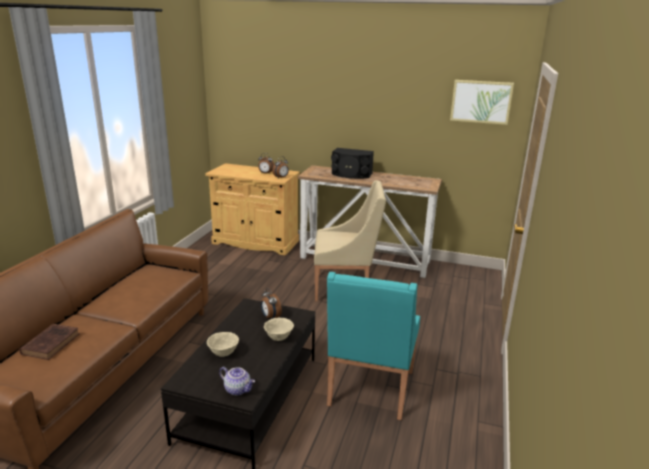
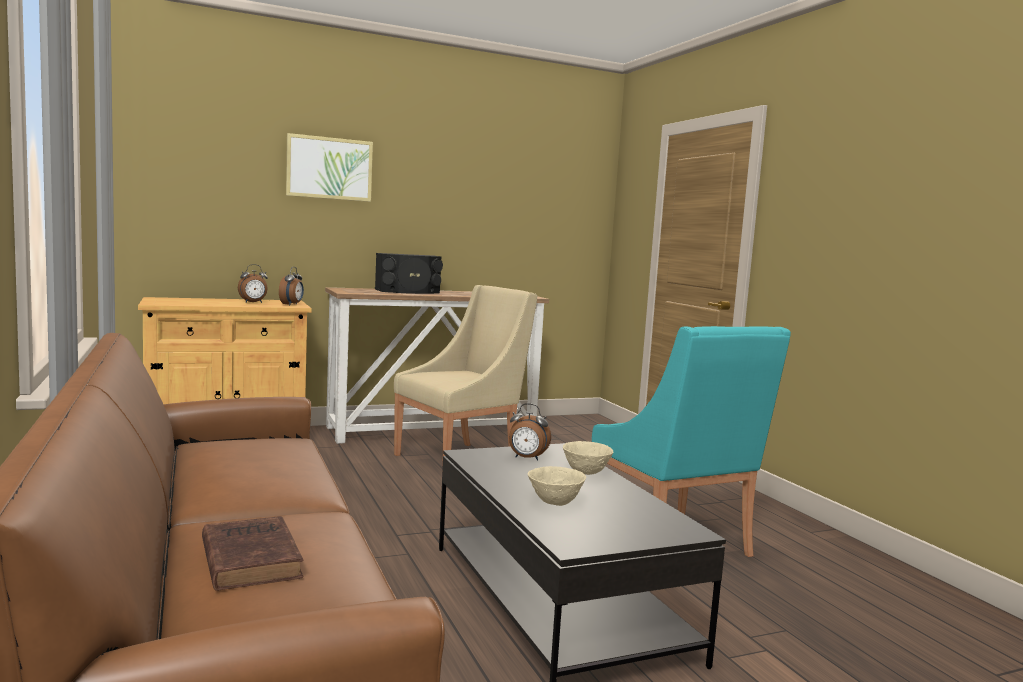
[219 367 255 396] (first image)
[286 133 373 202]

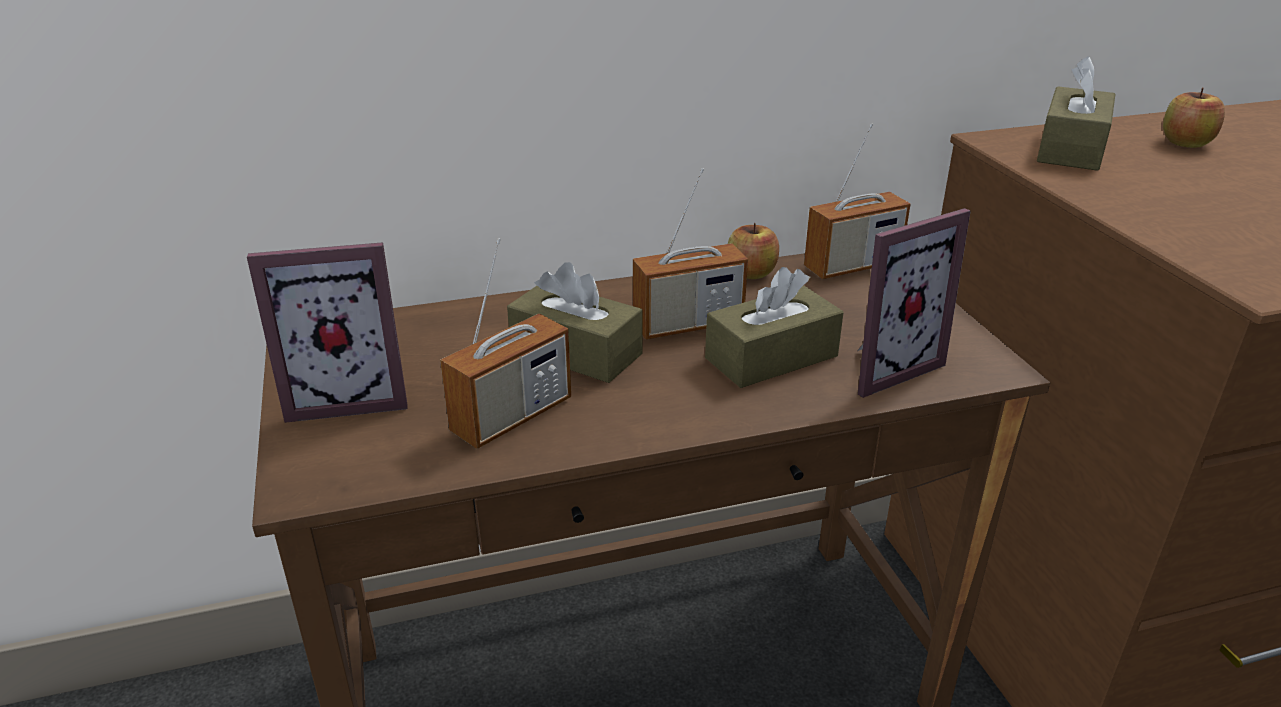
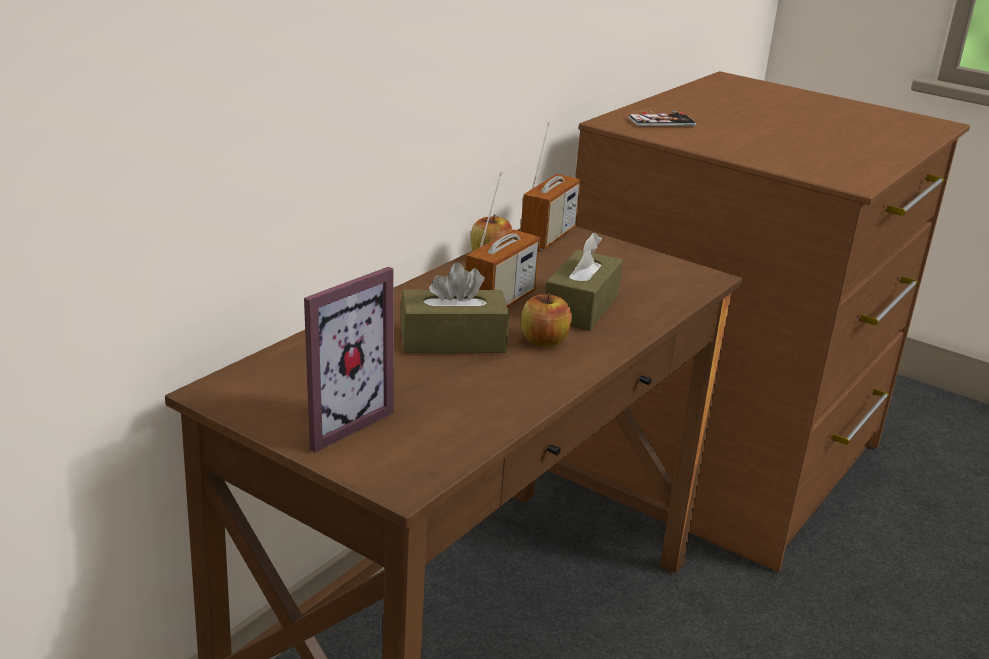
[440 238 571 449] (first image)
[857 208 971 398] (first image)
[628 109 696 126]
[521 293 572 347]

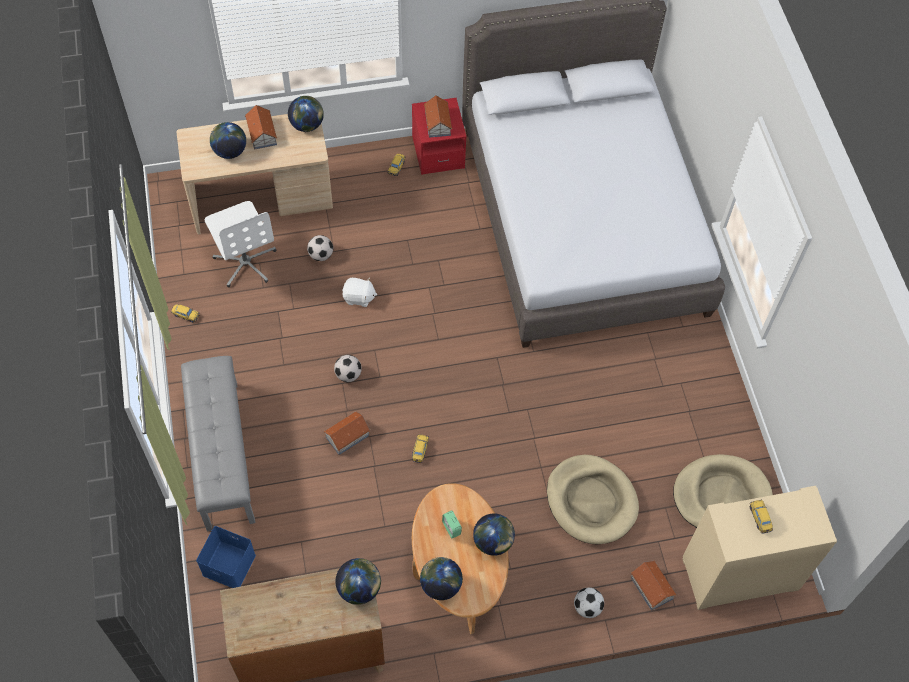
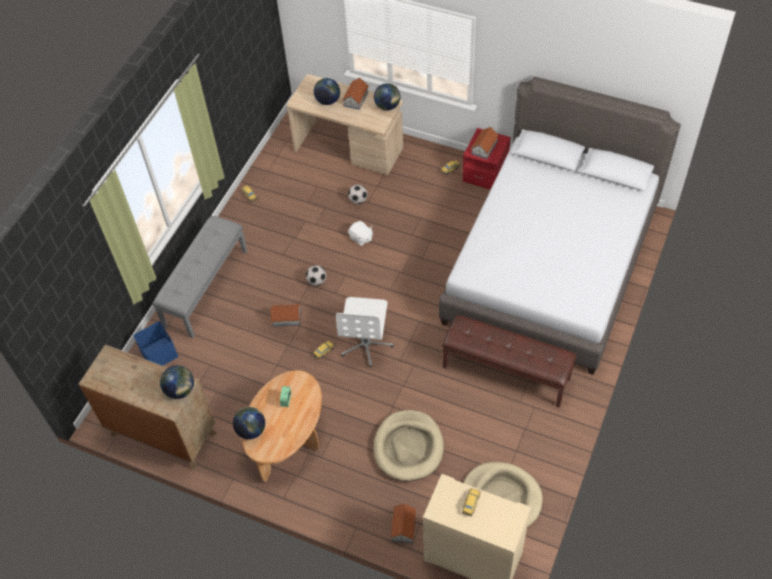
[336 297 394 367]
[473 513 515 556] (first image)
[574 588 604 618] (first image)
[442 315 577 408]

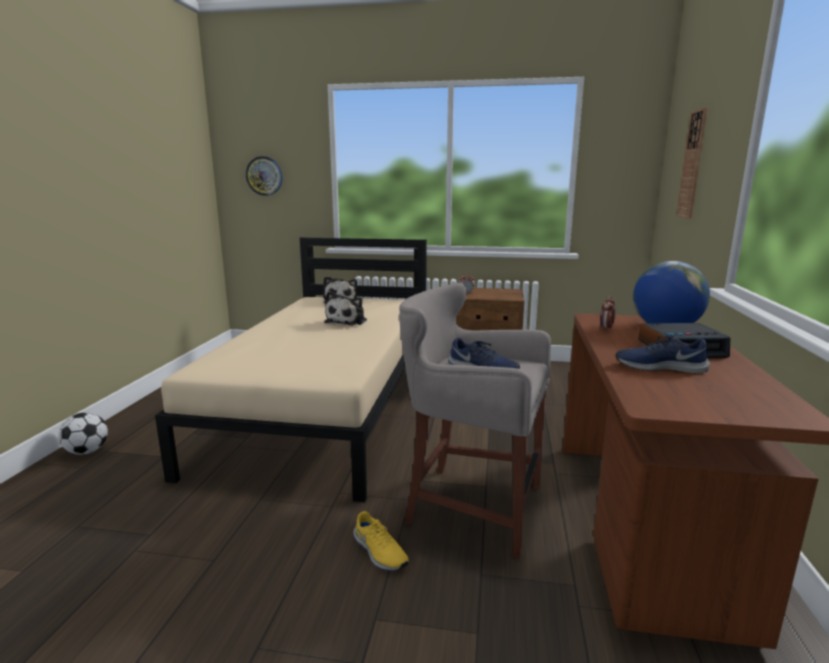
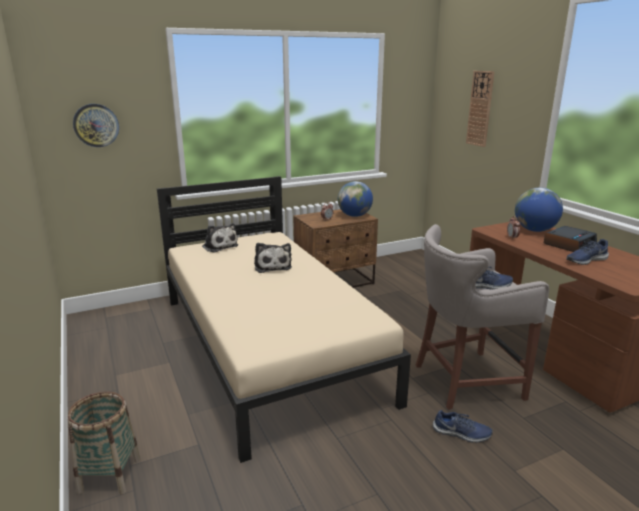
[67 391 141 495]
[433 410 493 442]
[338 181 373 217]

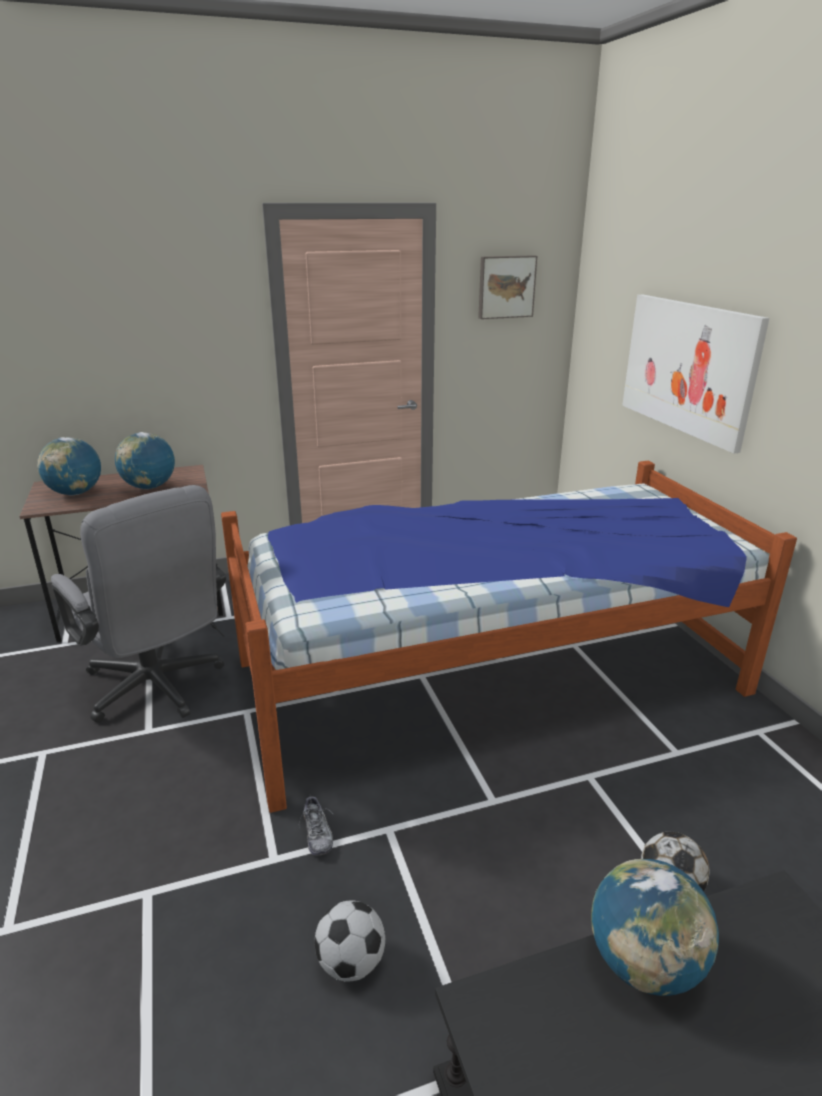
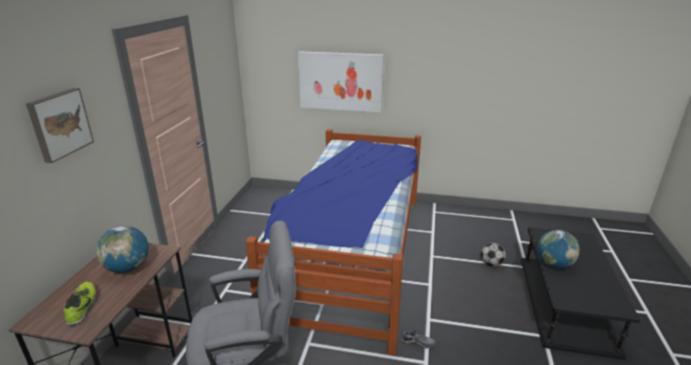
[63 282 96 326]
[315 900 385 981] (first image)
[26 88 94 163]

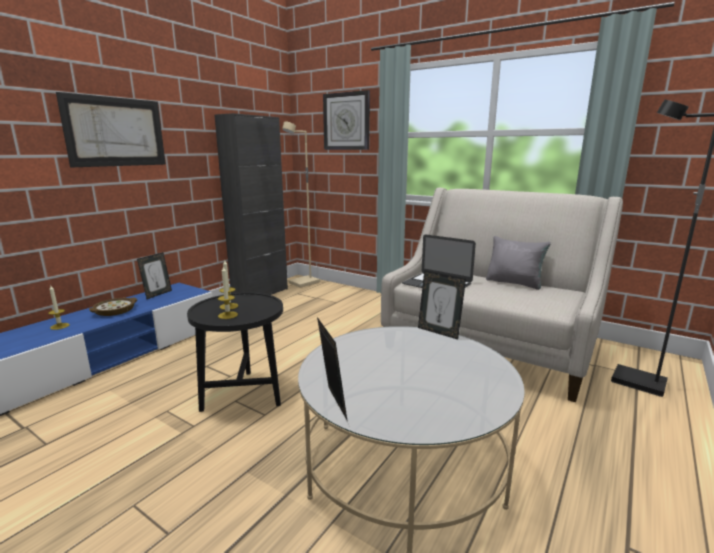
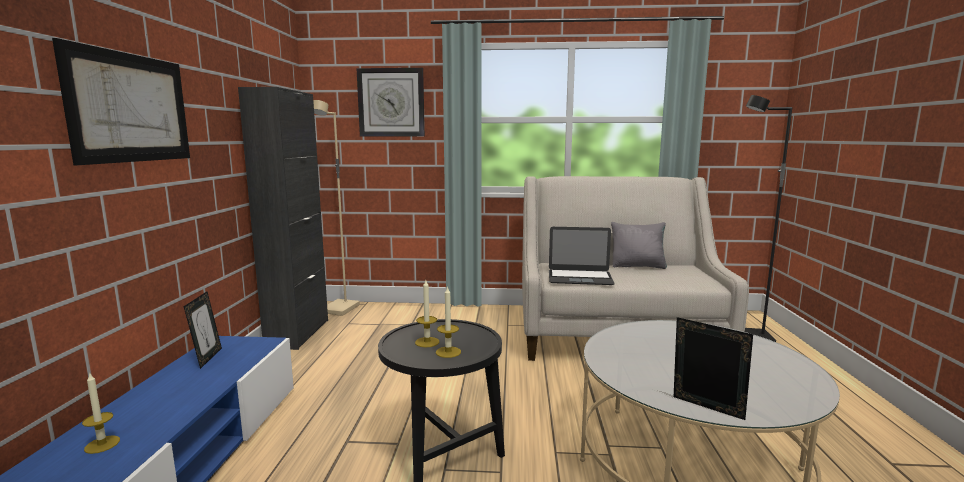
[89 297 137 316] (first image)
[418 270 466 340] (first image)

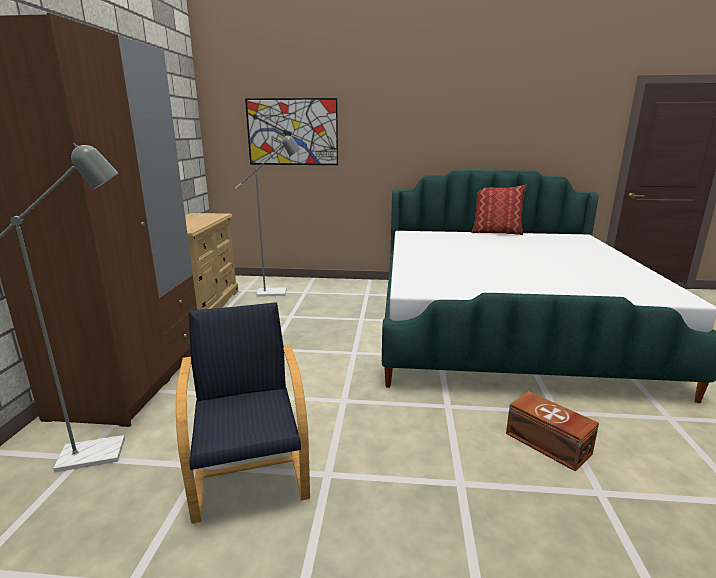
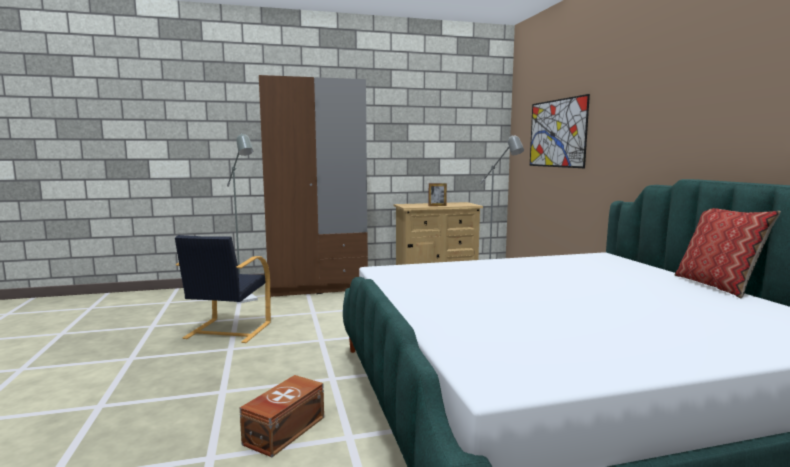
[175 235 271 343]
[428 183 447 206]

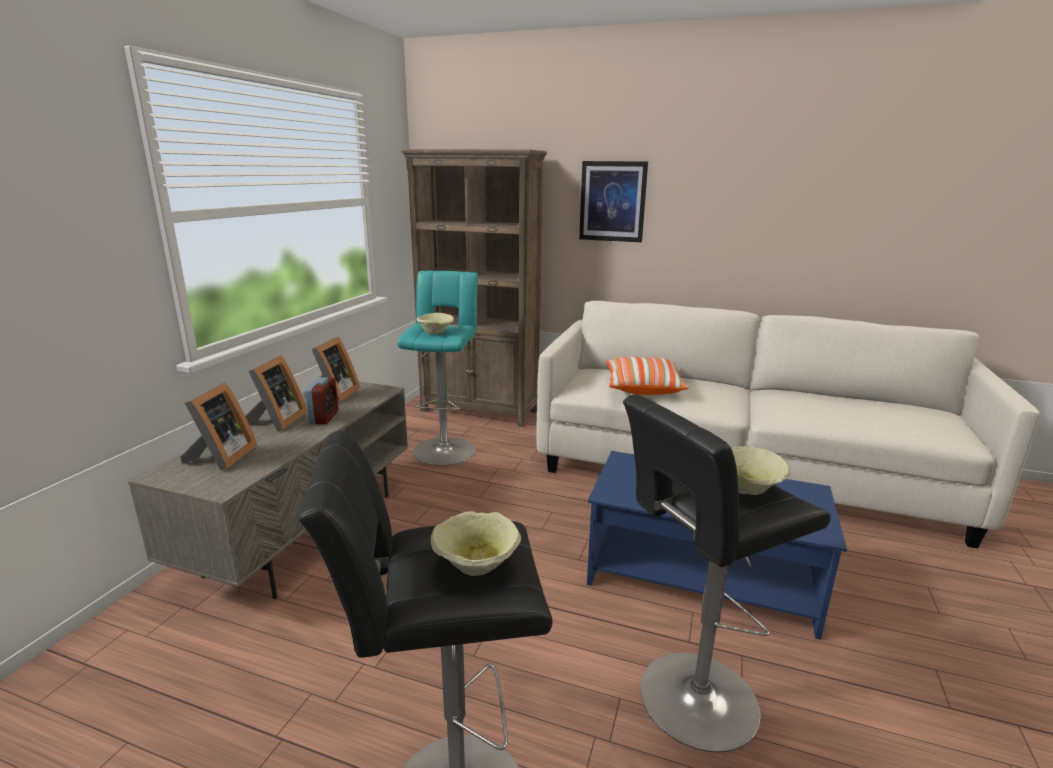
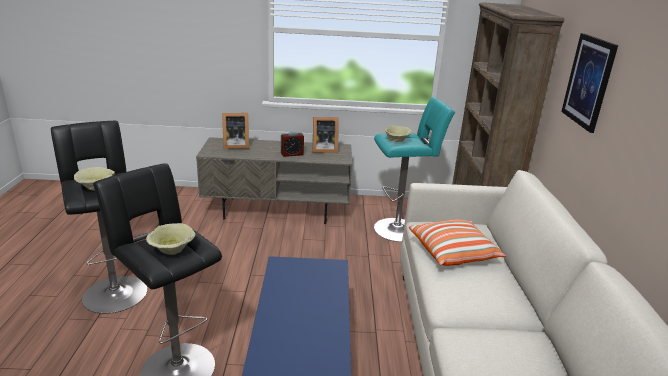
[245 355 307 431] (first image)

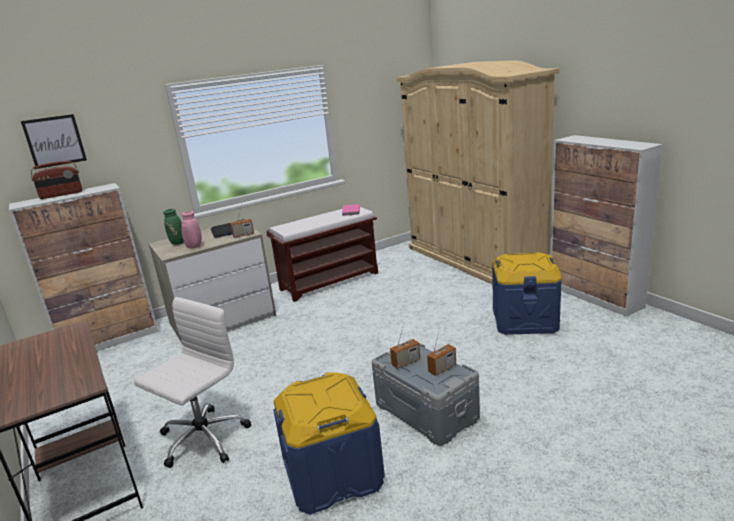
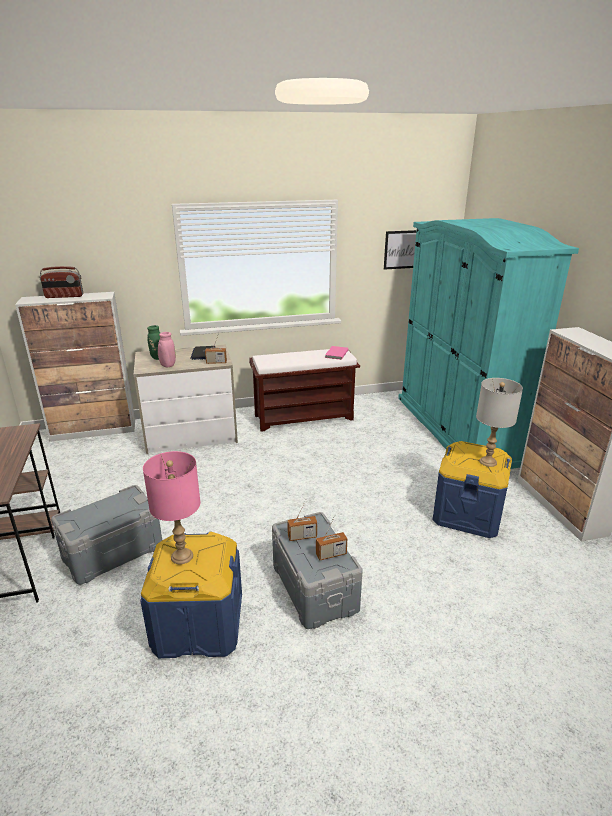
[384 230 417 270]
[51 485 162 585]
[398 218 579 469]
[143 451 201 564]
[476 378 523 467]

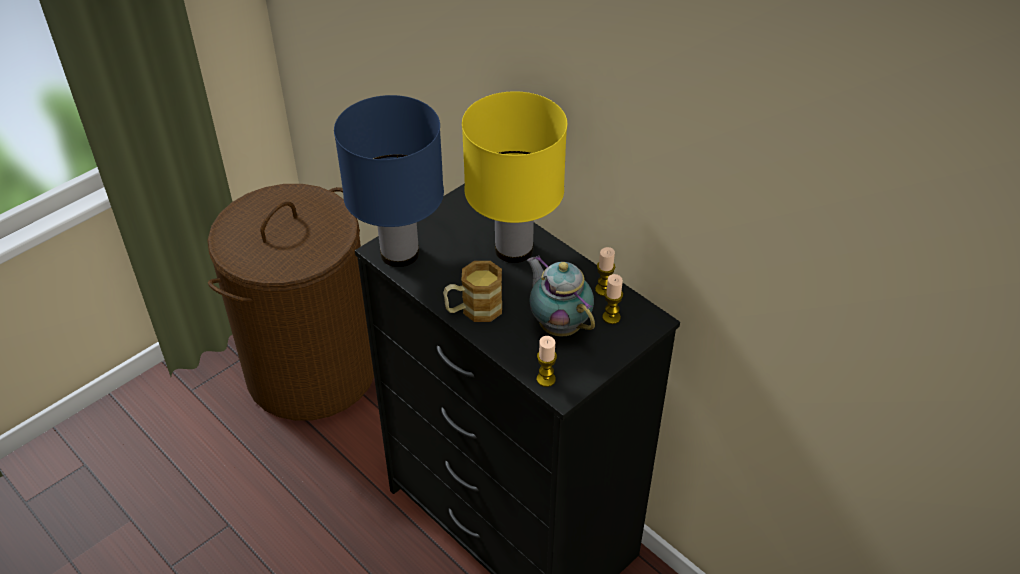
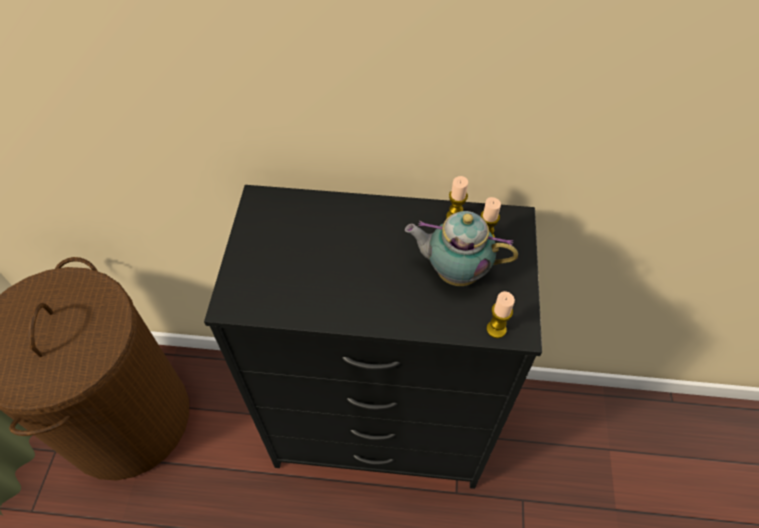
[334 95 444 267] (first image)
[443 261 502 322] (first image)
[462 91 567 263] (first image)

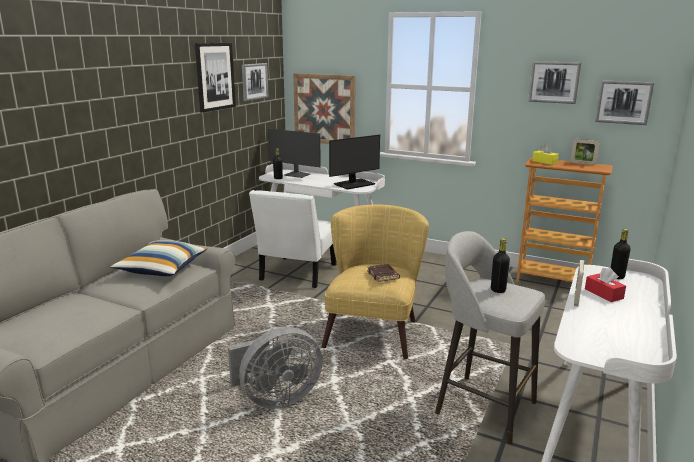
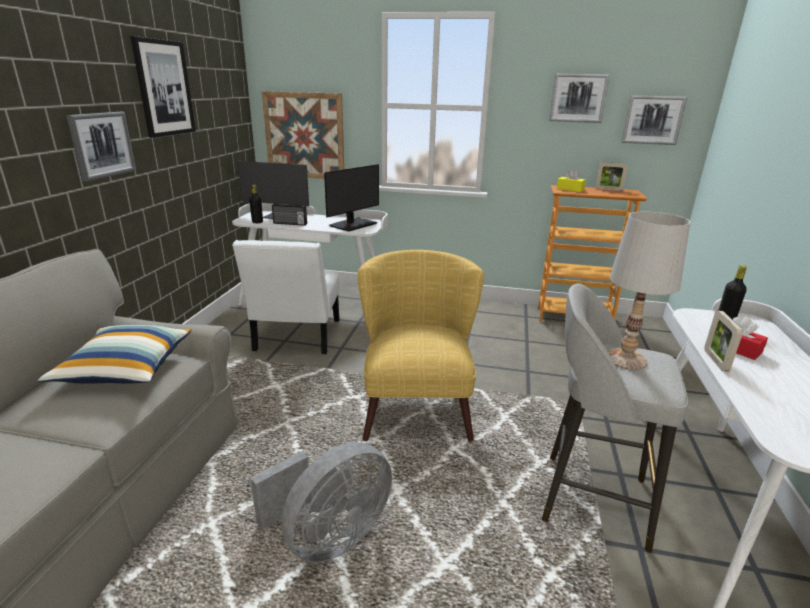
[66 112 136 182]
[367 264 400 282] (first image)
[607 212 691 370]
[272 204 307 226]

